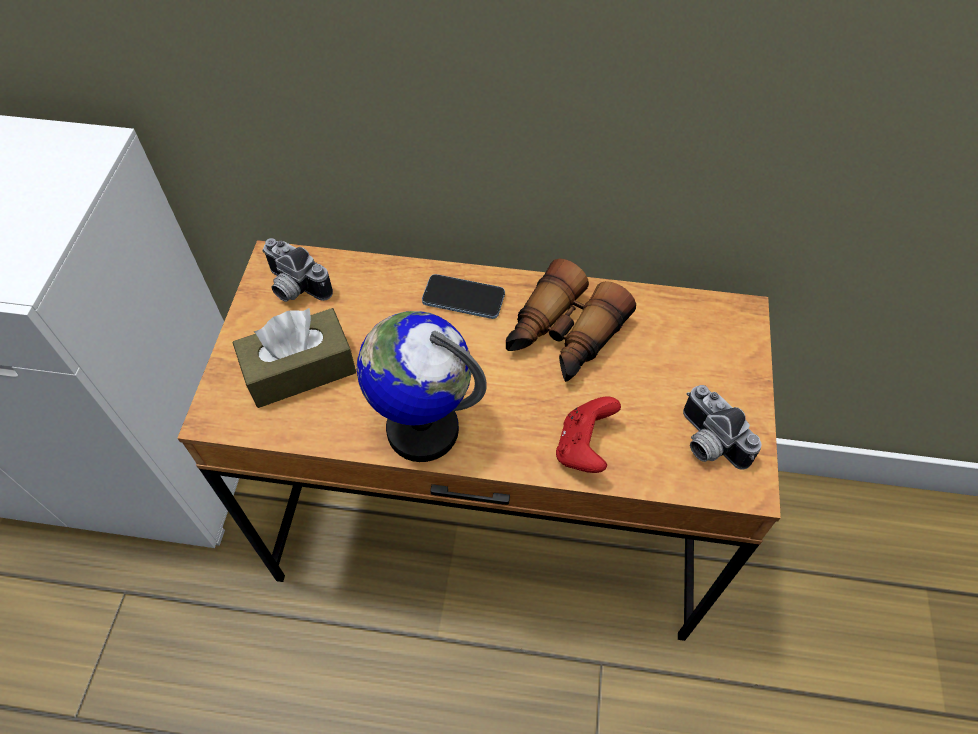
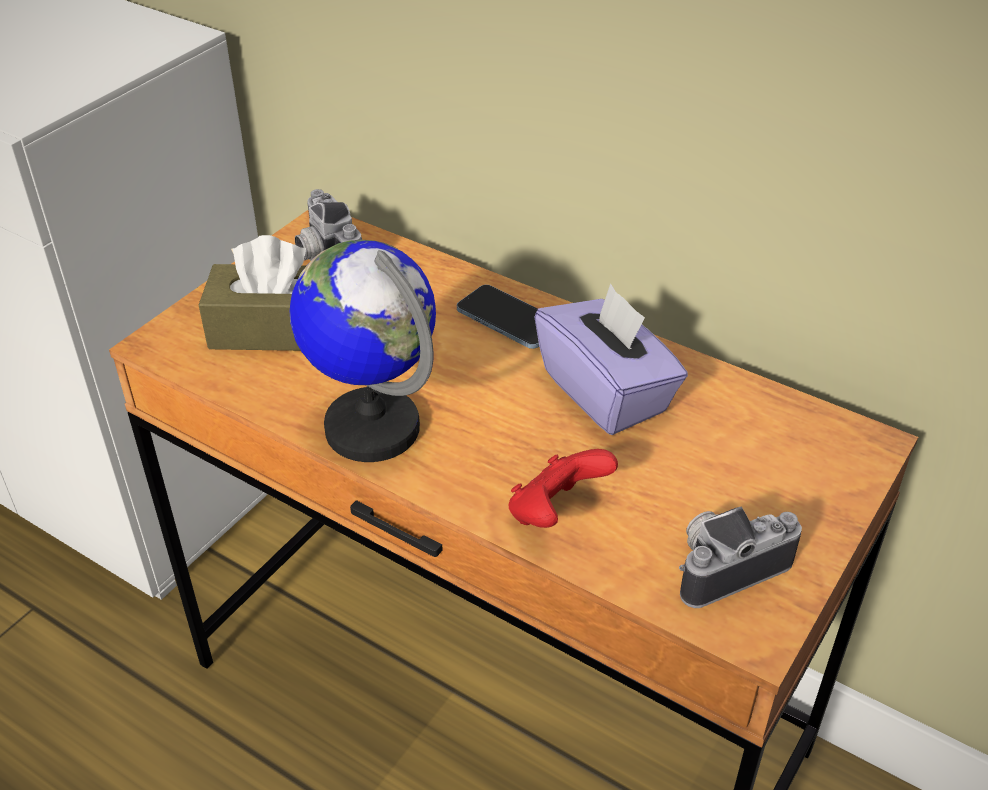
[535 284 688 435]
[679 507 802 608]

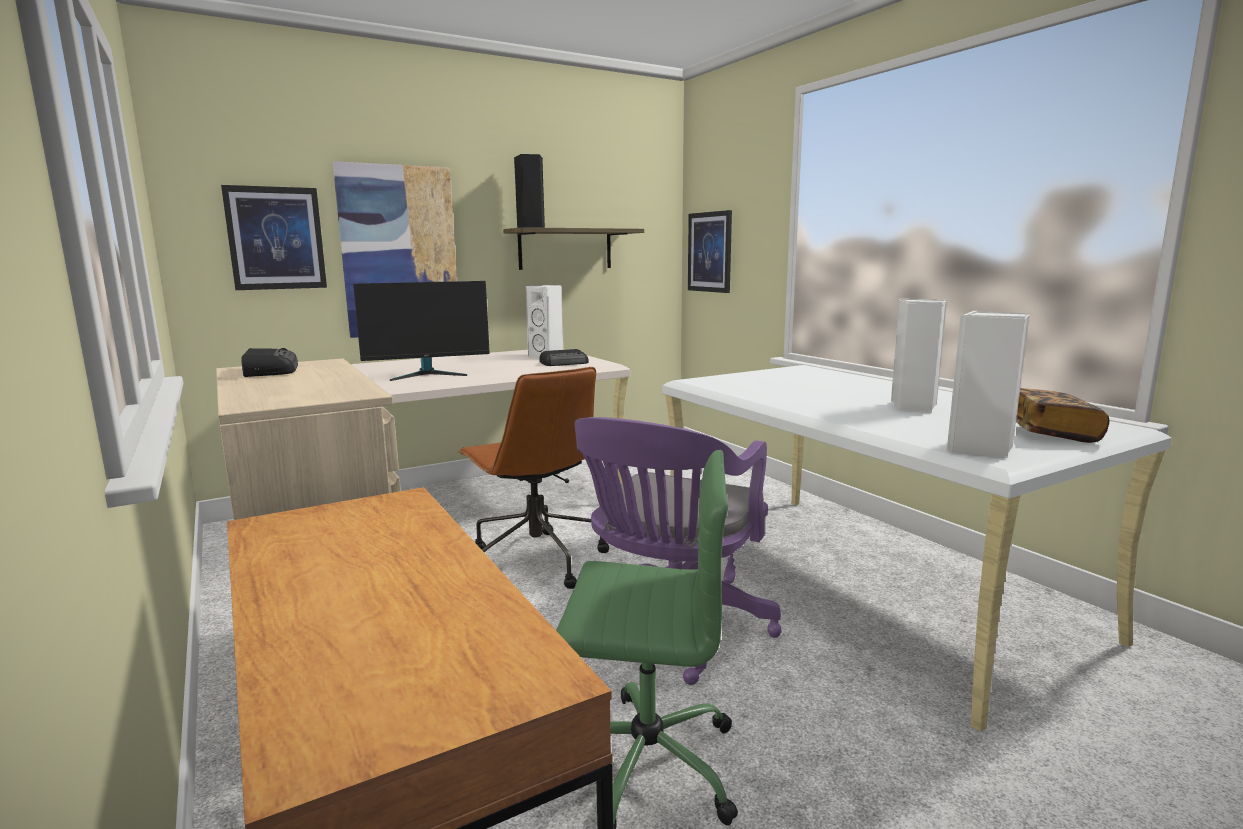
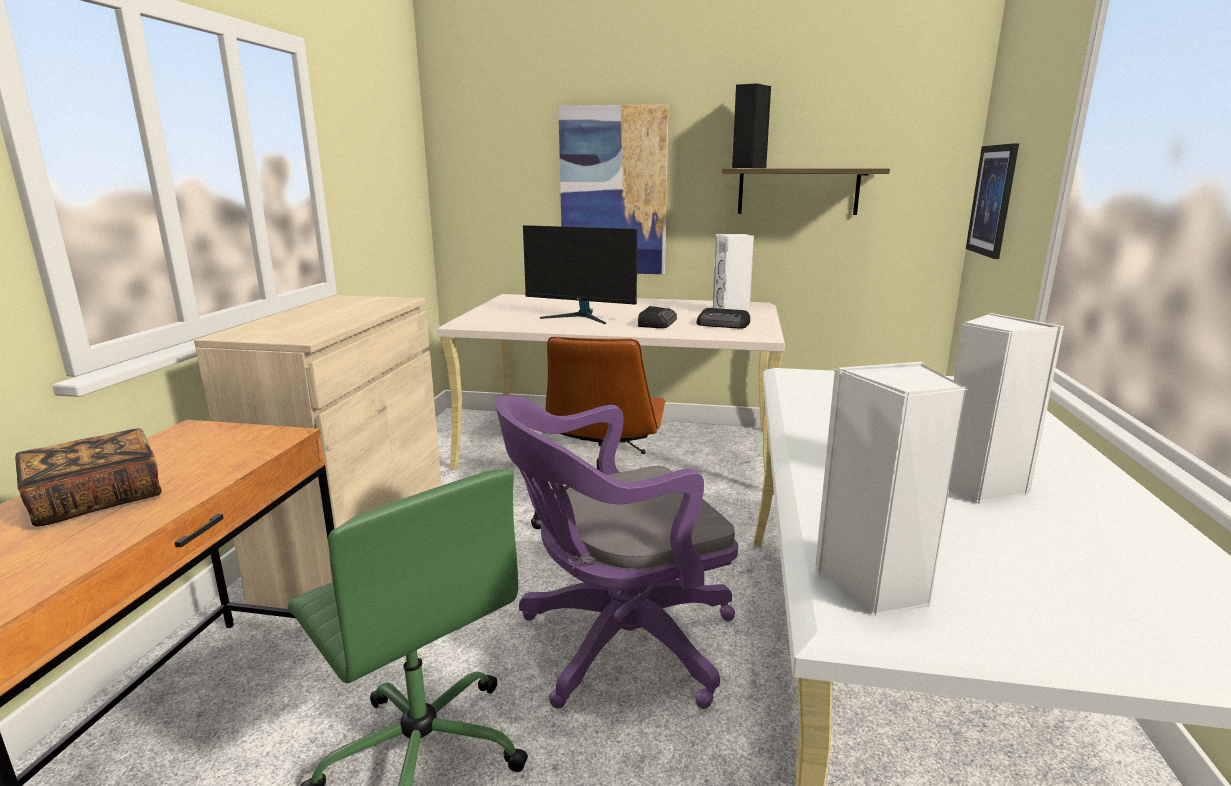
[221 185 327 290] (first image)
[638 306 677 328]
[15 428 162 527]

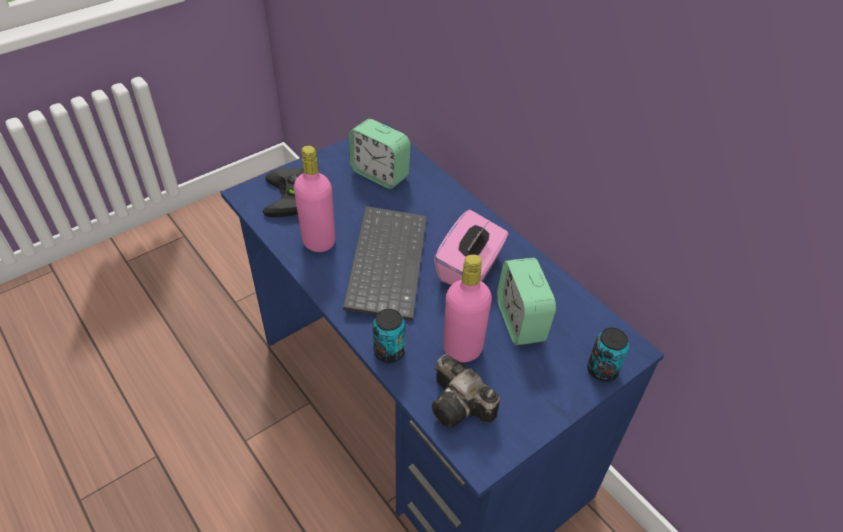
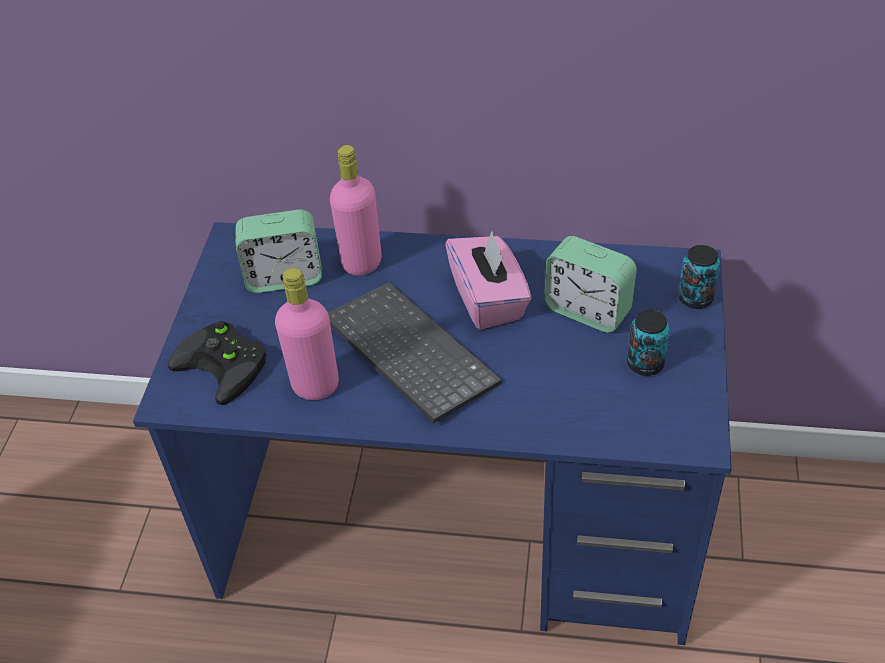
[627 310 670 376]
[432 354 500 428] (first image)
[330 145 382 276]

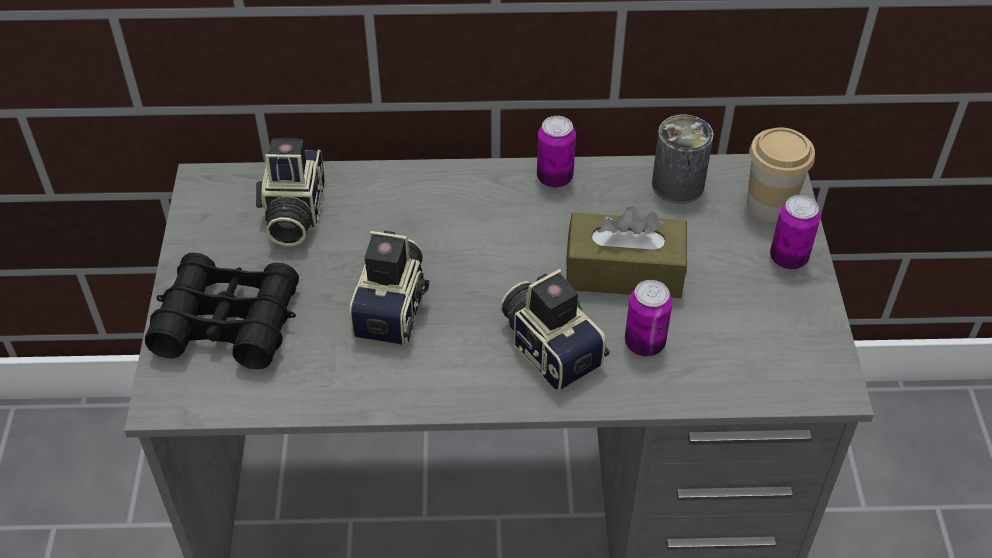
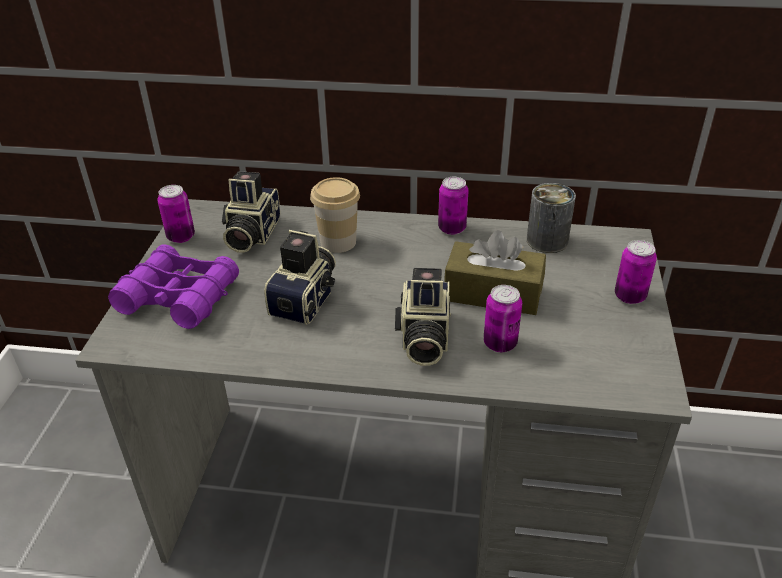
[108 244 239 329]
[395 268 451 366]
[310 177 360 253]
[157 185 195 243]

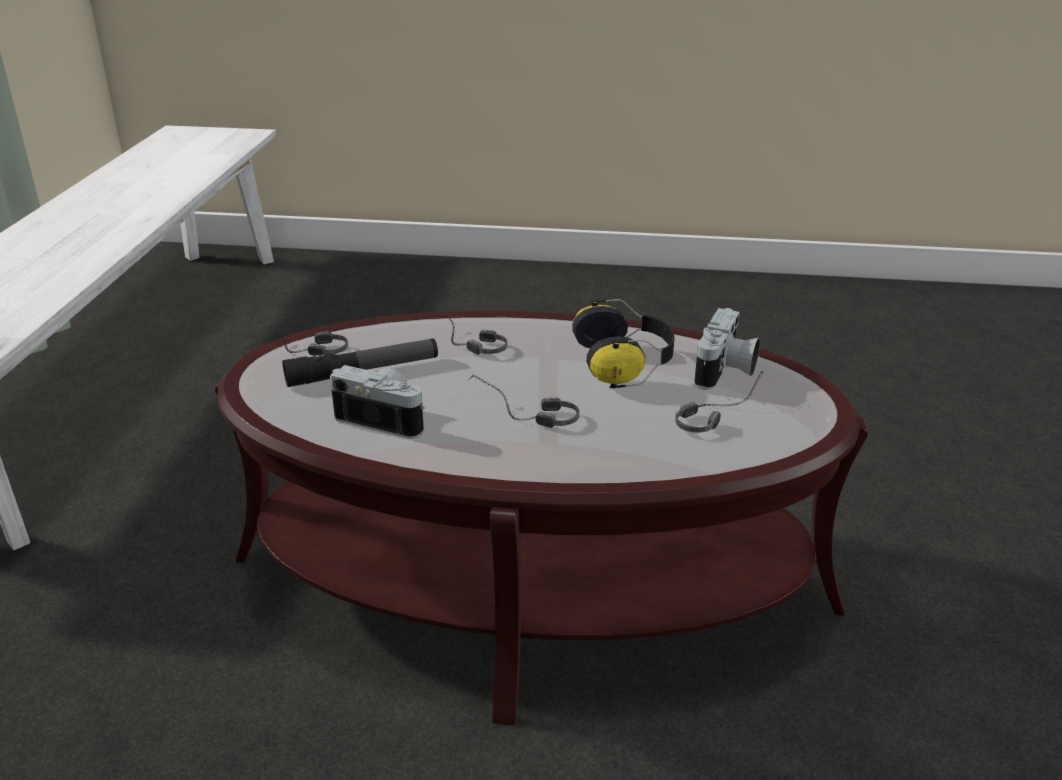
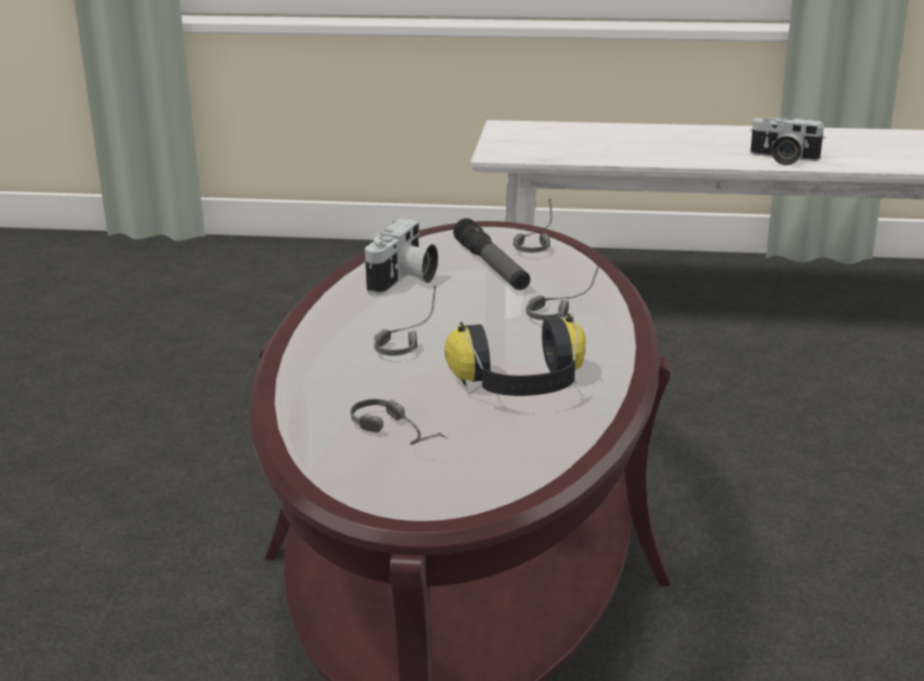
[750 118 826 165]

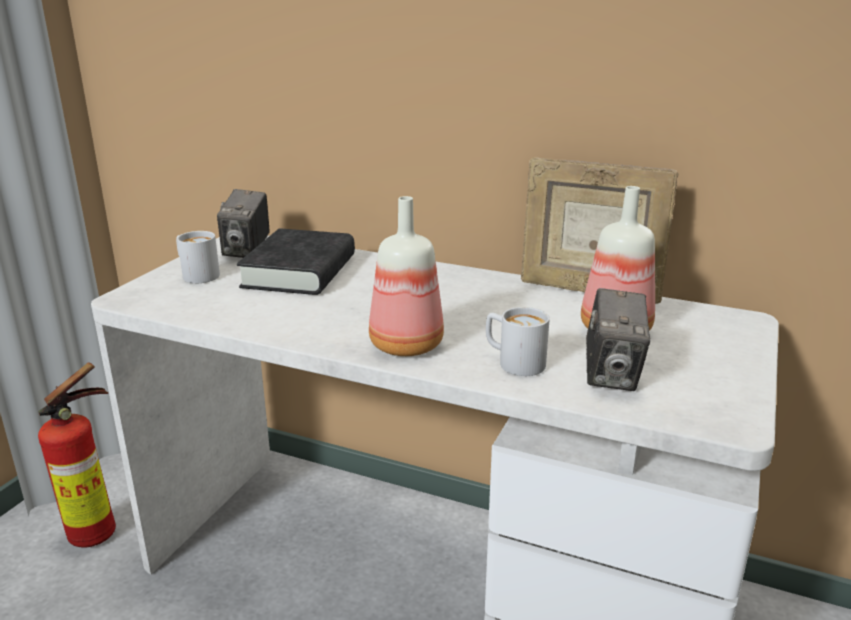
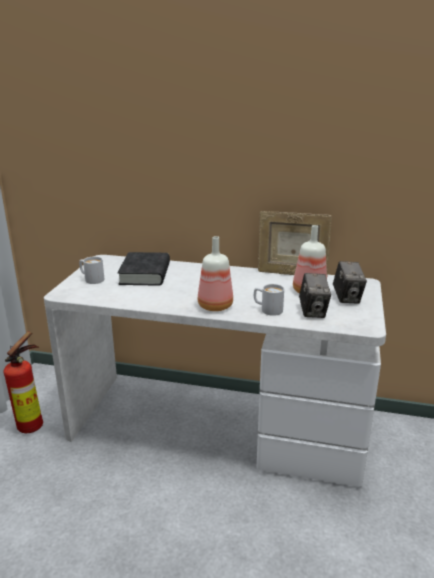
[333 261 367 304]

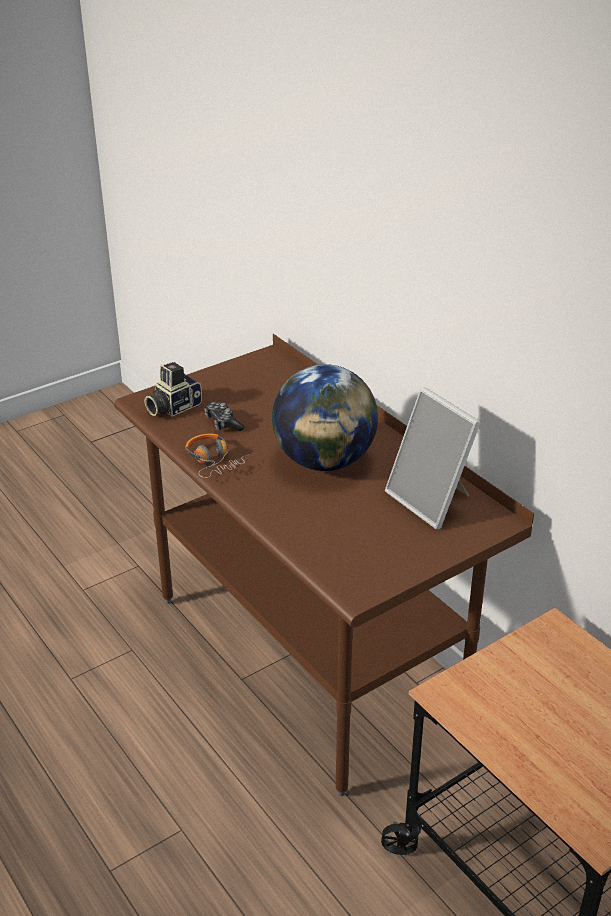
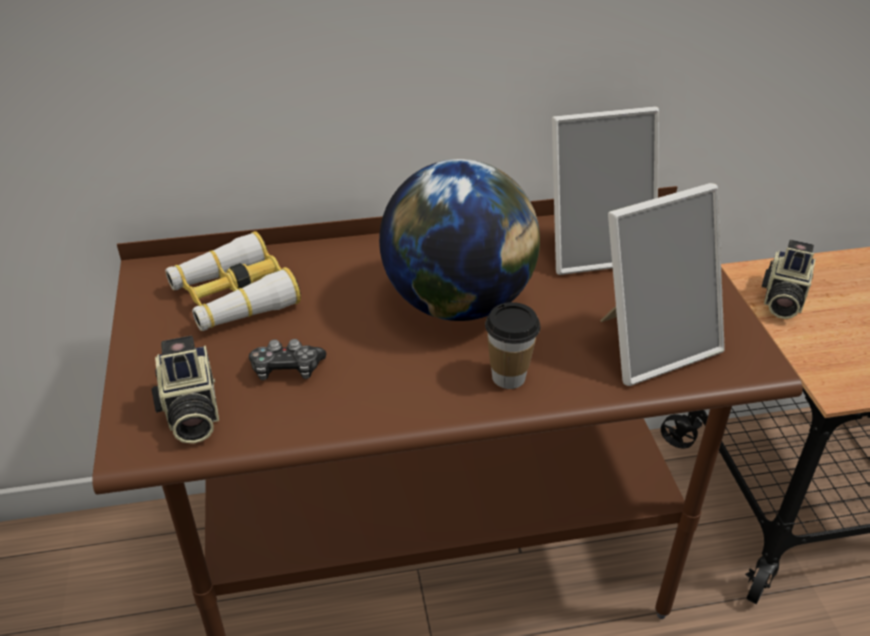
[185 434 249 478] (first image)
[165 231 301 331]
[485 302 540 389]
[600 183 725 386]
[761 240 816 319]

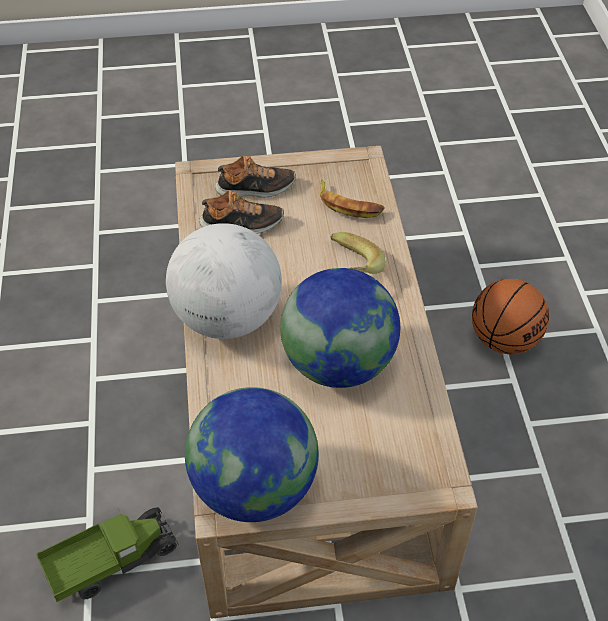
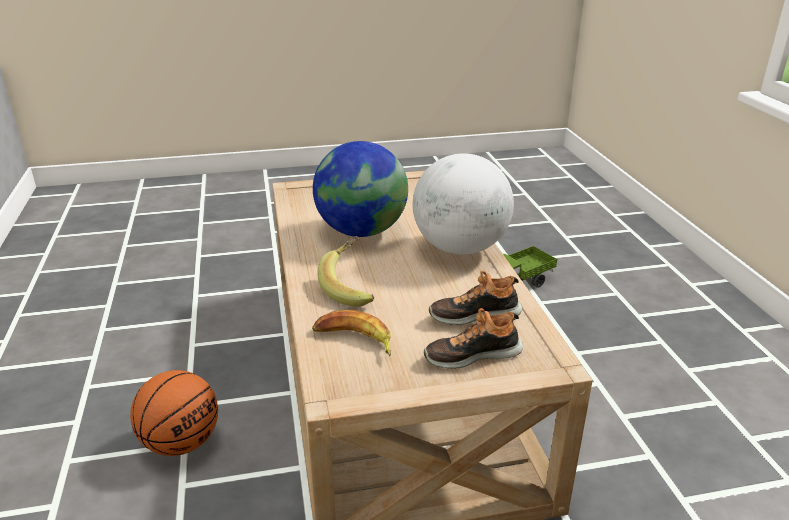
[185 387 319 522] (first image)

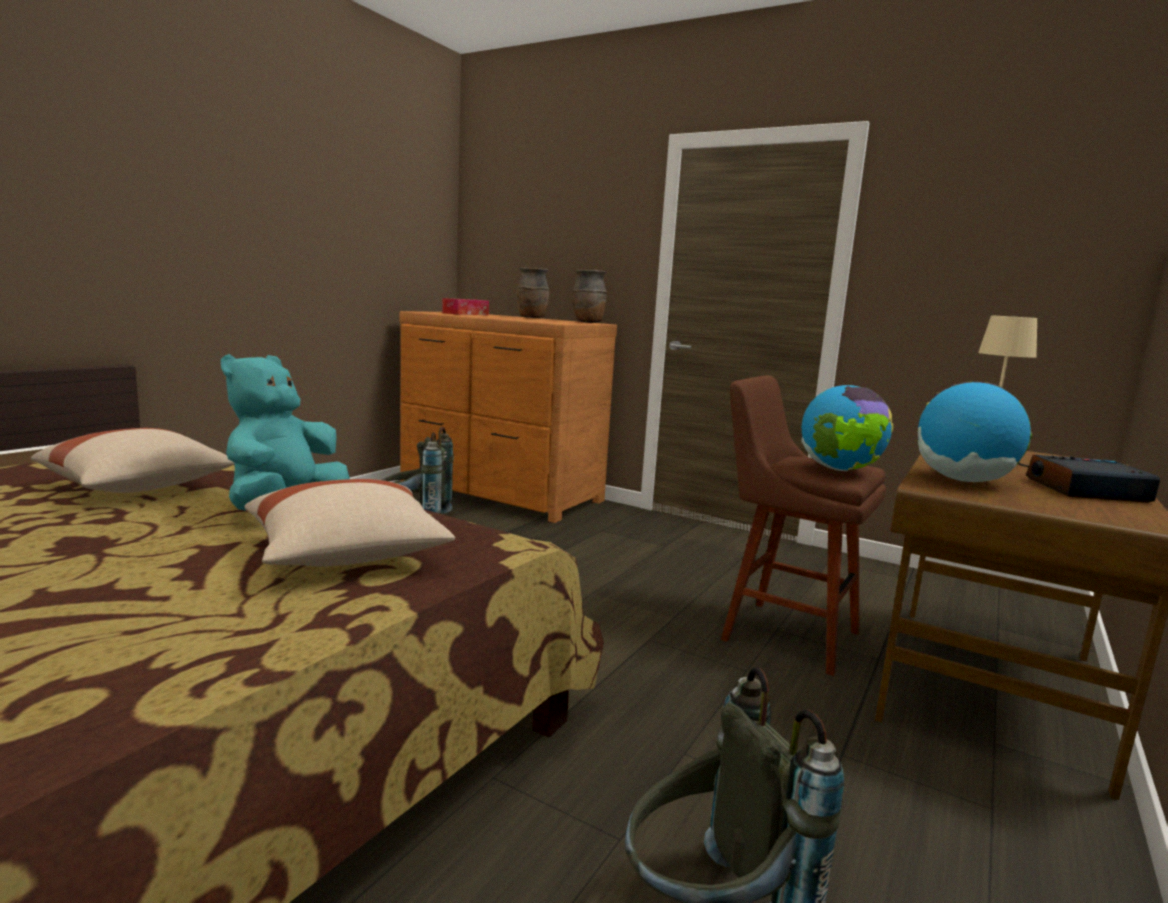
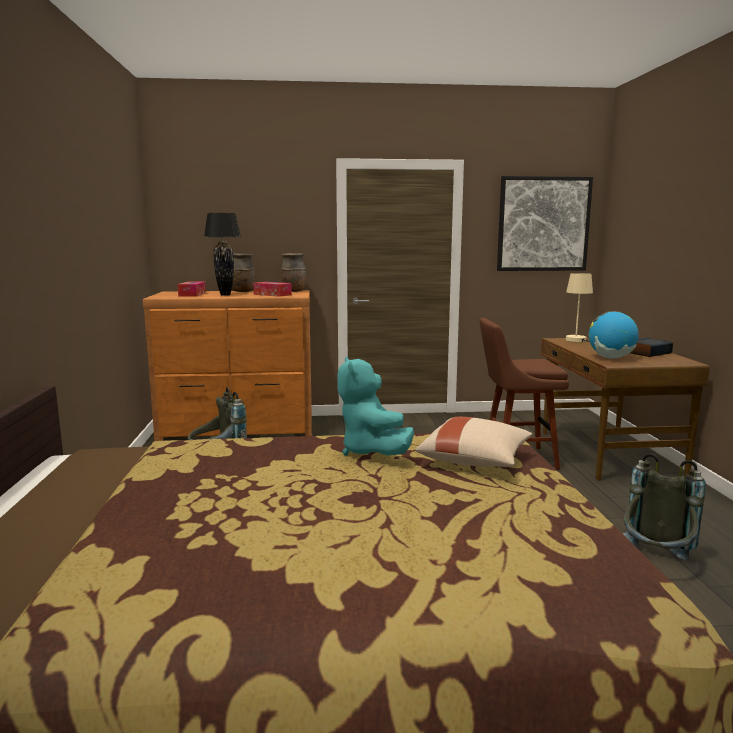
[31 428 234 493] (first image)
[801 385 894 471] (first image)
[204 213 241 296]
[253 282 292 297]
[497 176 593 271]

